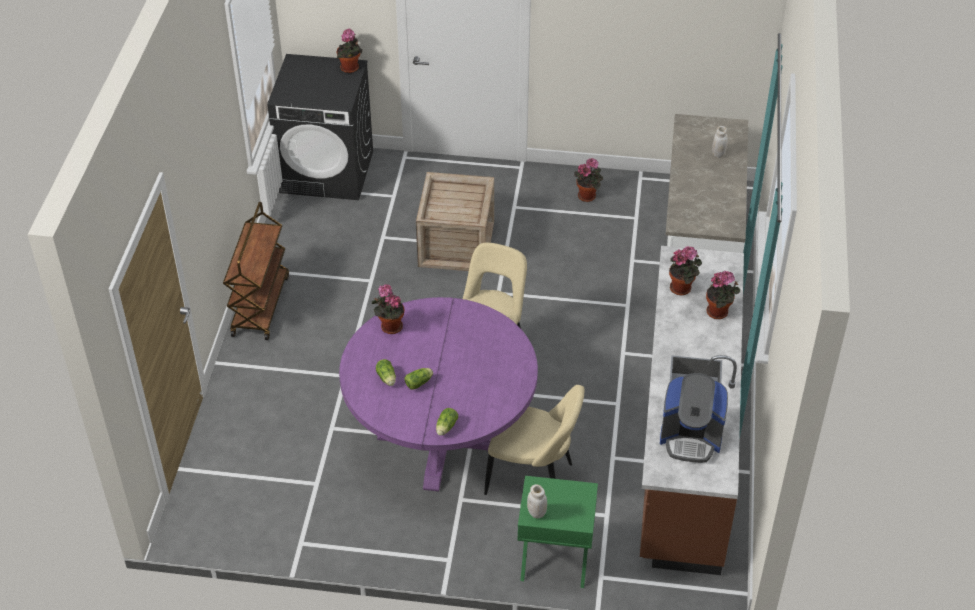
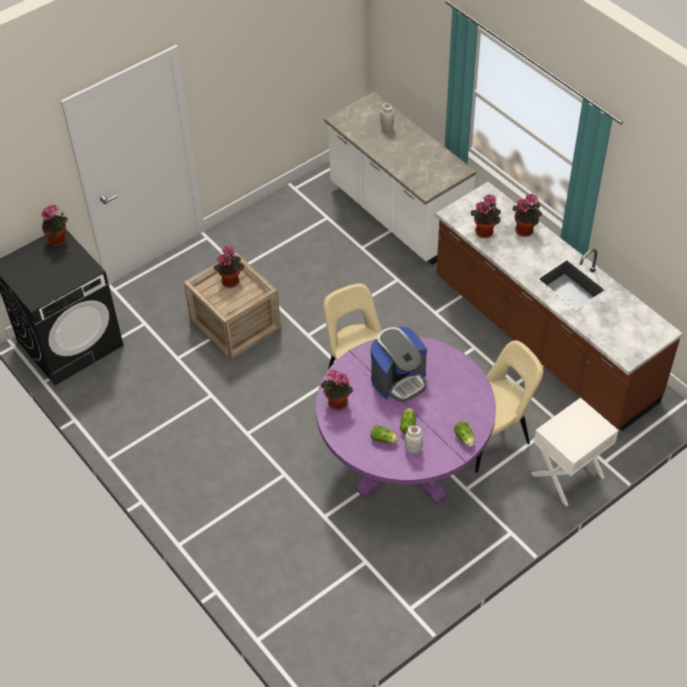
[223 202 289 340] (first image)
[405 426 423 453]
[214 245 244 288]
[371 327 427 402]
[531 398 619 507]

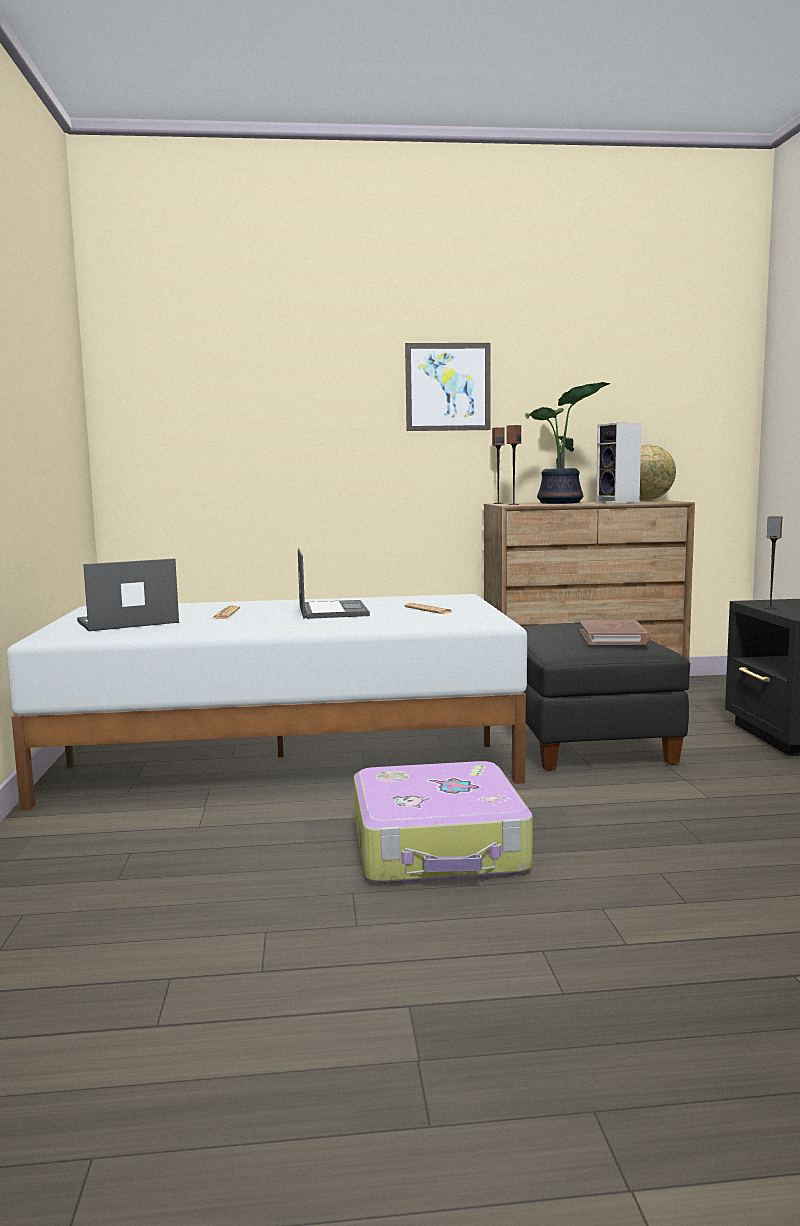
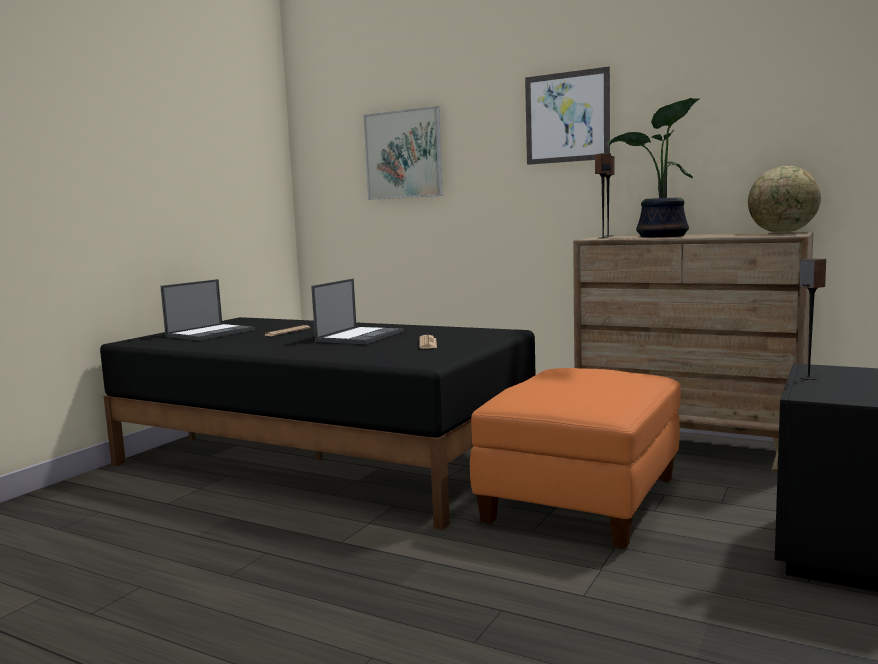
[354 761 533 884] (first image)
[579 620 651 645] (first image)
[596 423 642 503] (first image)
[363 106 443 200]
[100 317 535 530]
[470 368 681 548]
[160 279 255 341]

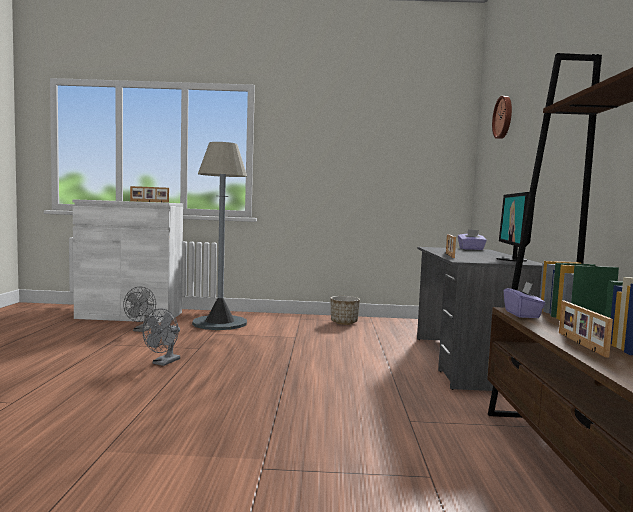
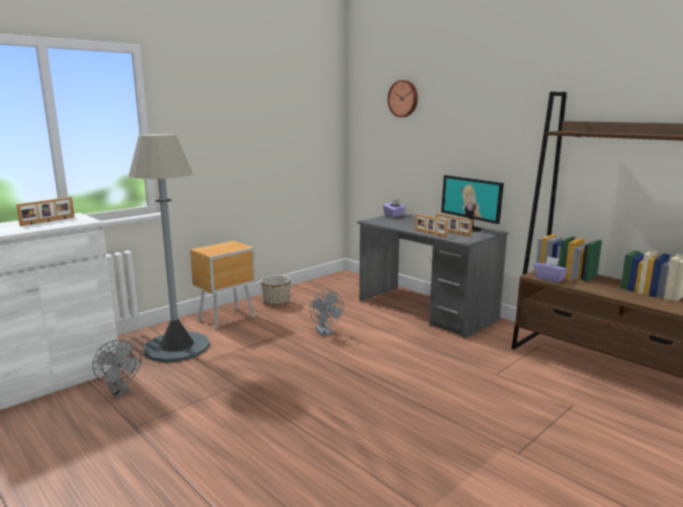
[190 241 256 330]
[310 290 343 336]
[436 214 473 237]

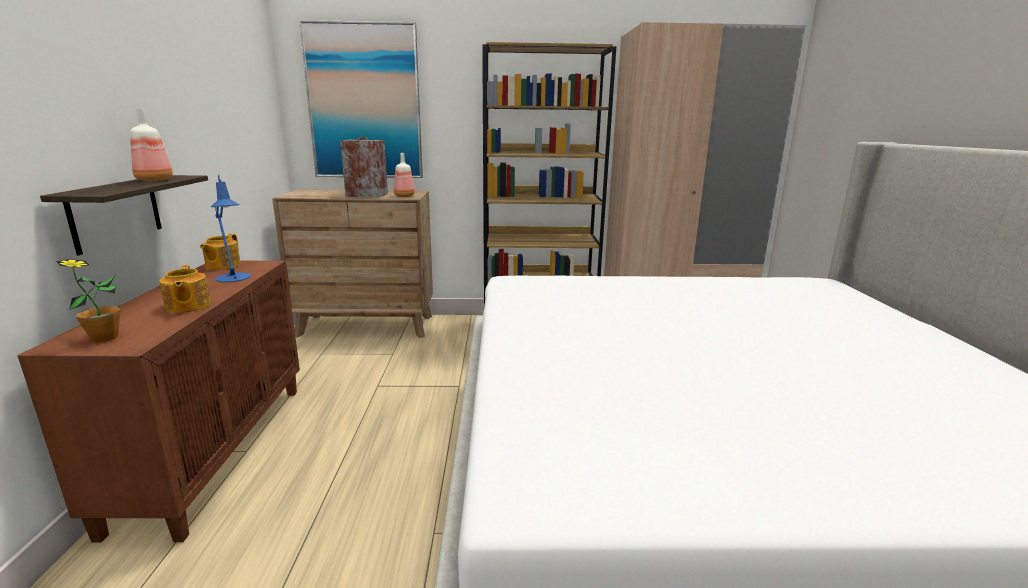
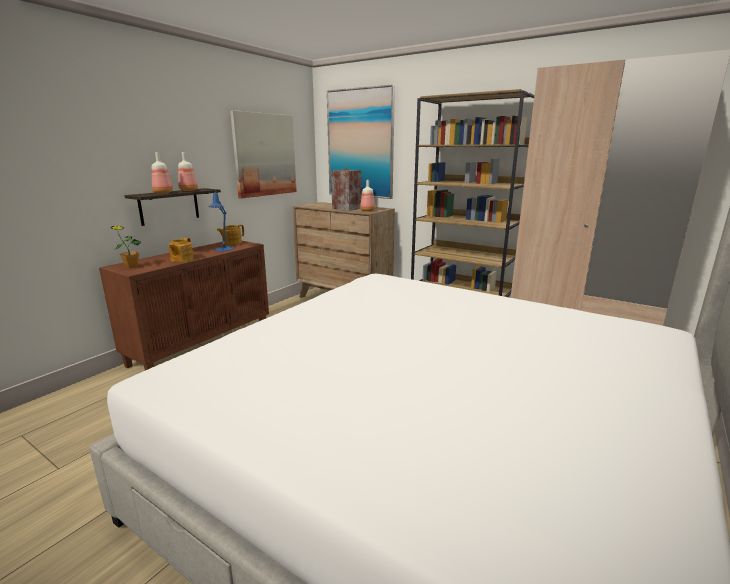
[152 152 173 193]
[230 110 297 199]

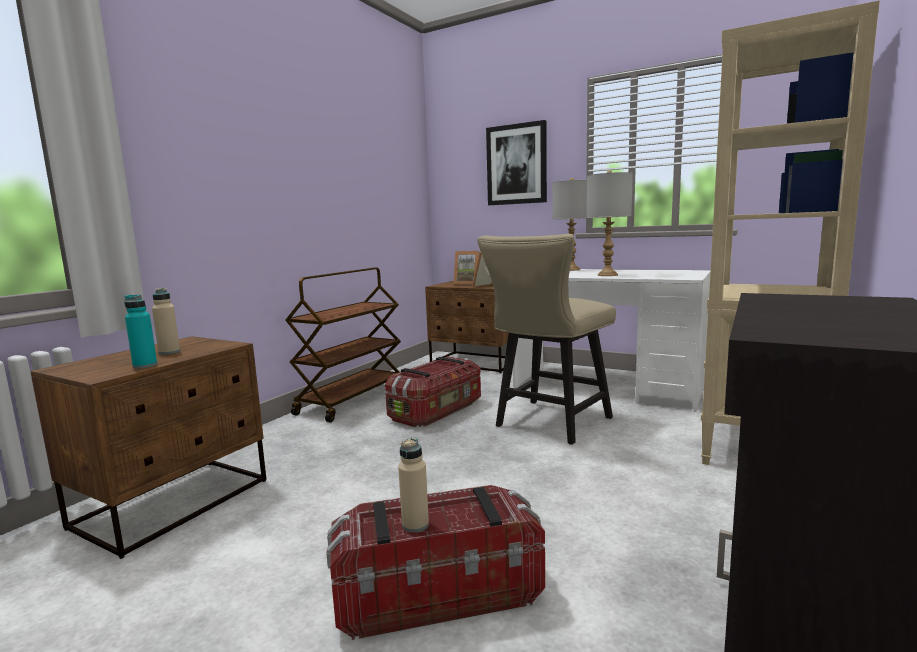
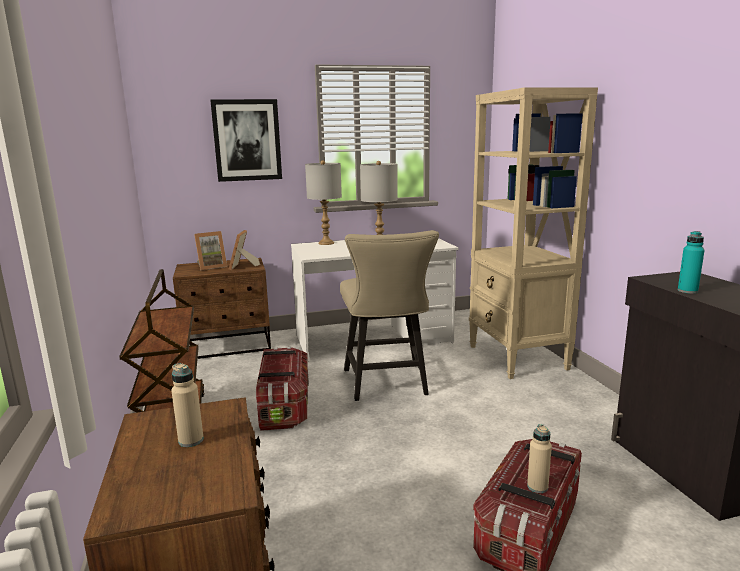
[678 231 705 294]

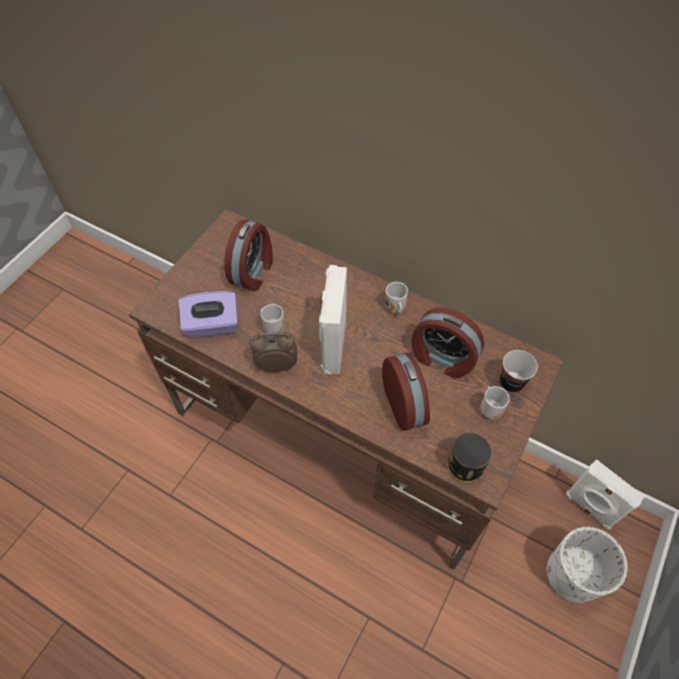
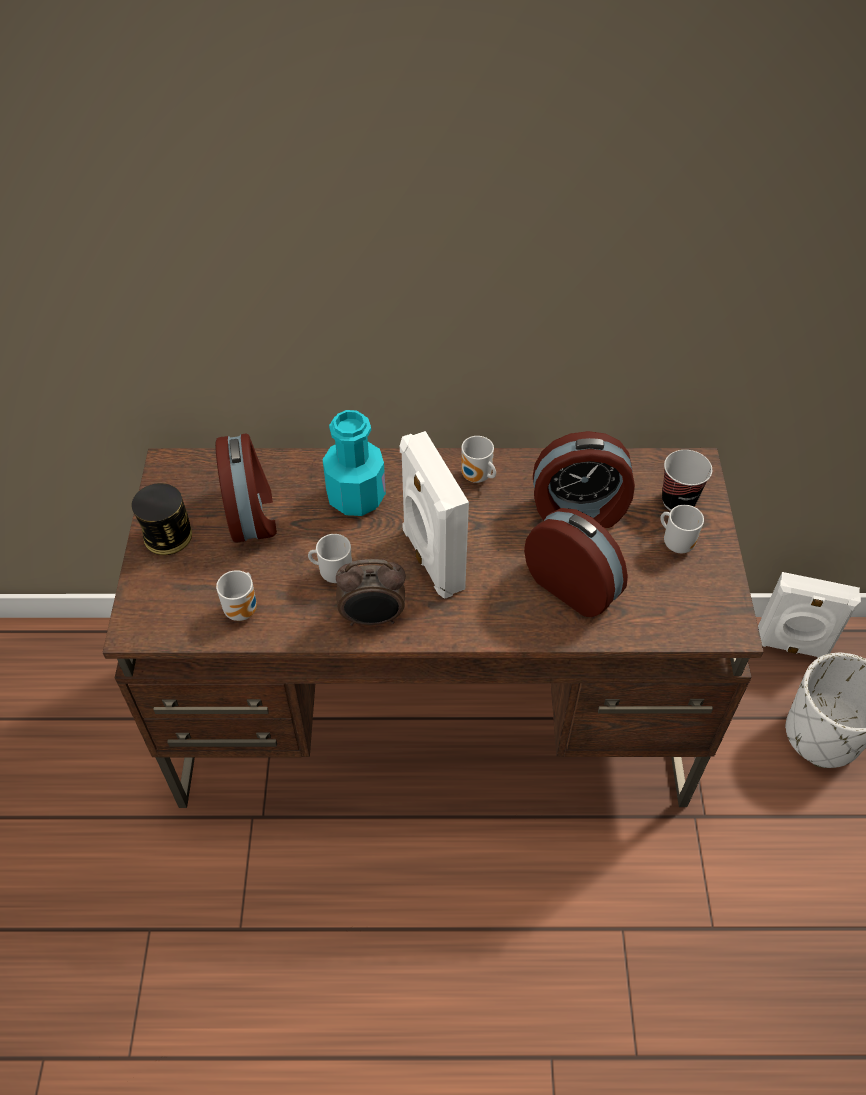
[322 410 386 516]
[132 483 192 555]
[216 570 257 621]
[336 559 406 626]

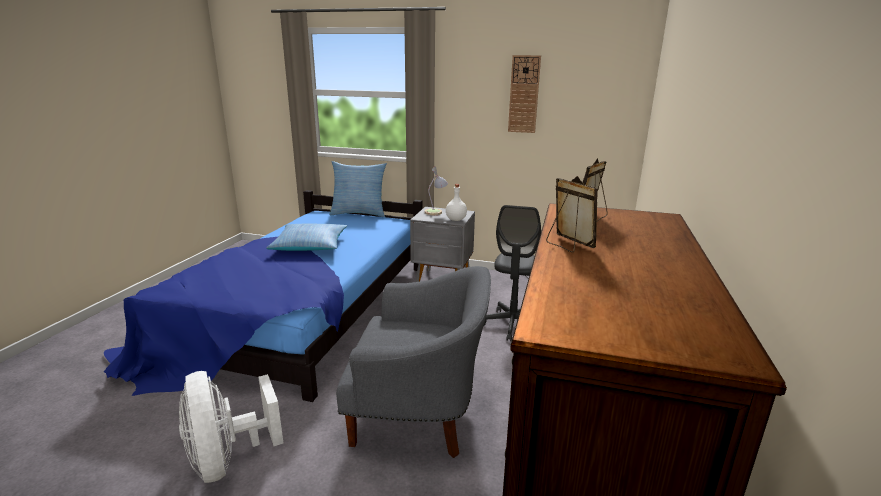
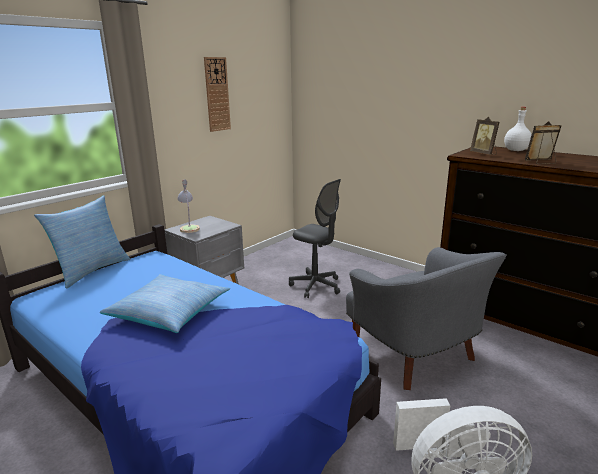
[504 107 532 151]
[346 247 507 390]

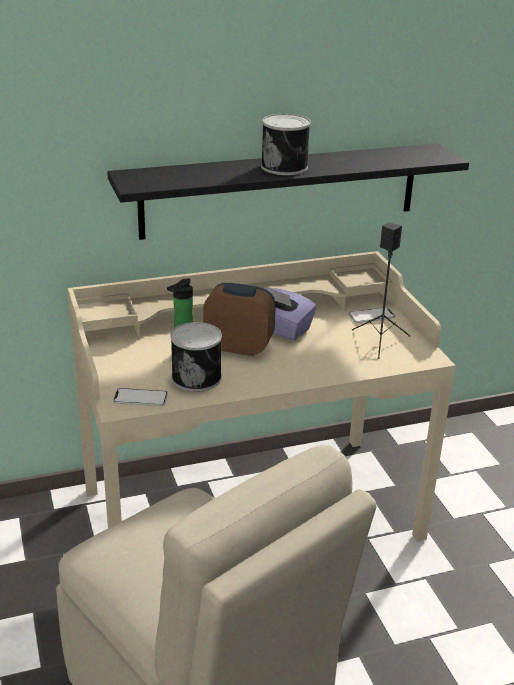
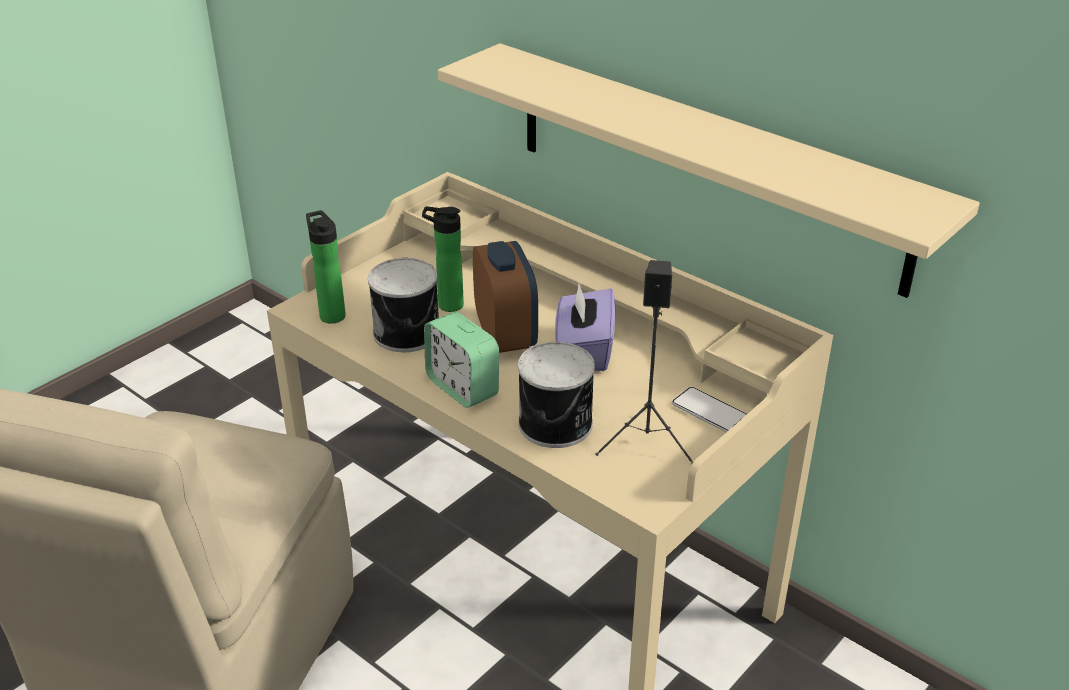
[424 312 499 408]
[518 342 595 448]
[306 210 346 324]
[438 43 980 298]

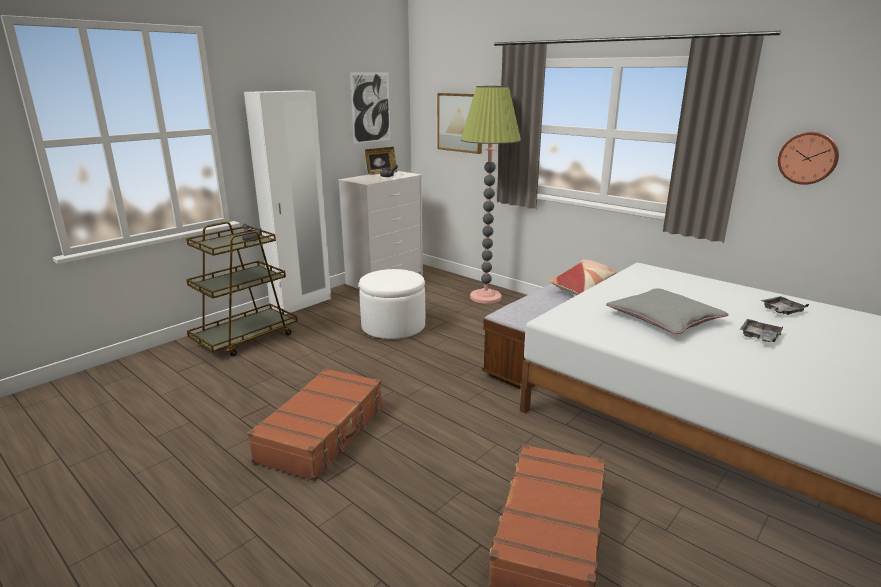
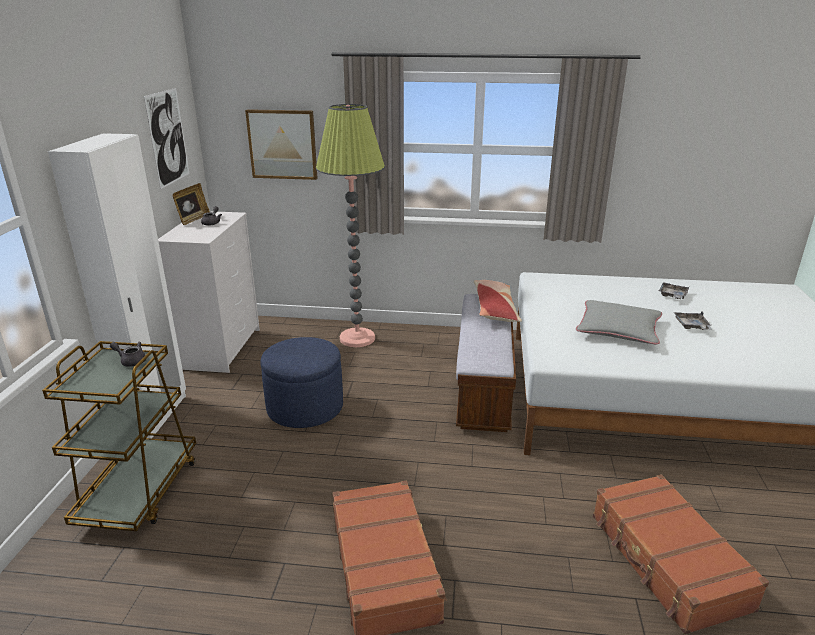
[778 132 839 185] (first image)
[260 337 343 428]

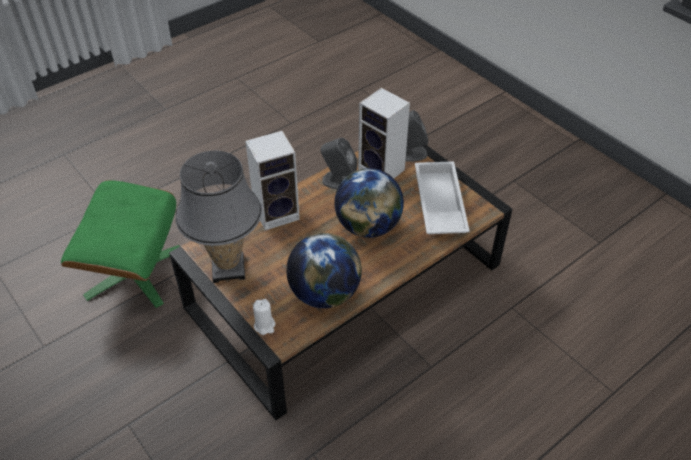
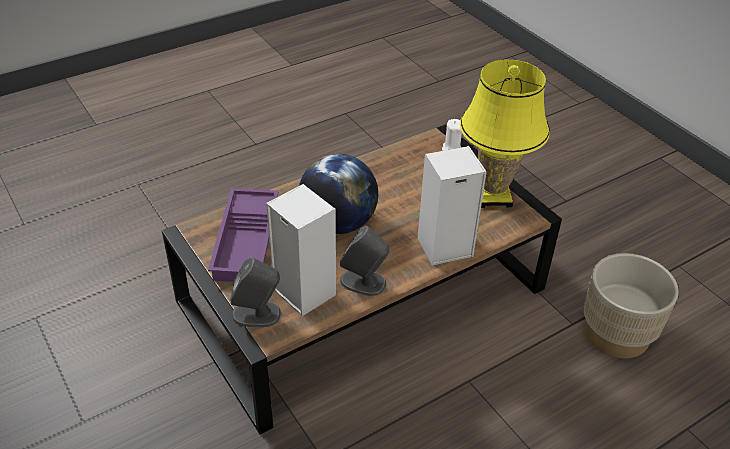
[286 233 362 308] (first image)
[584 253 679 359]
[460 59 550 208]
[208 188 279 282]

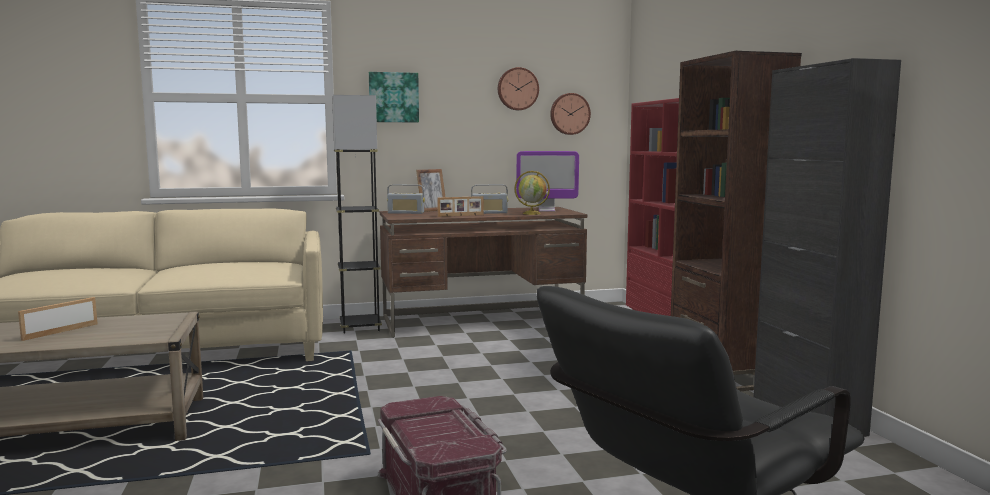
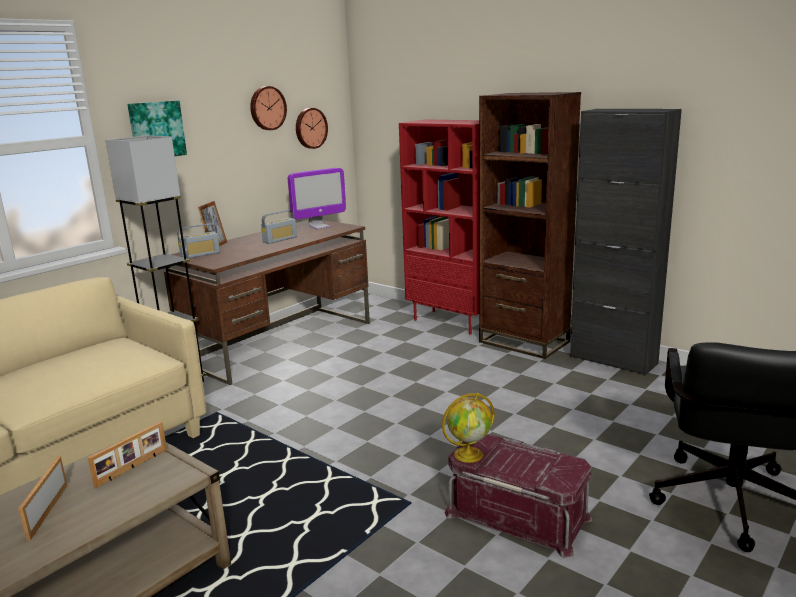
[87 422 167 488]
[442 393 495 463]

